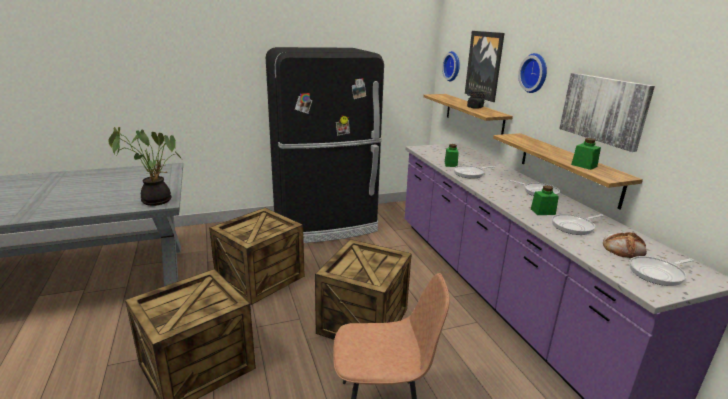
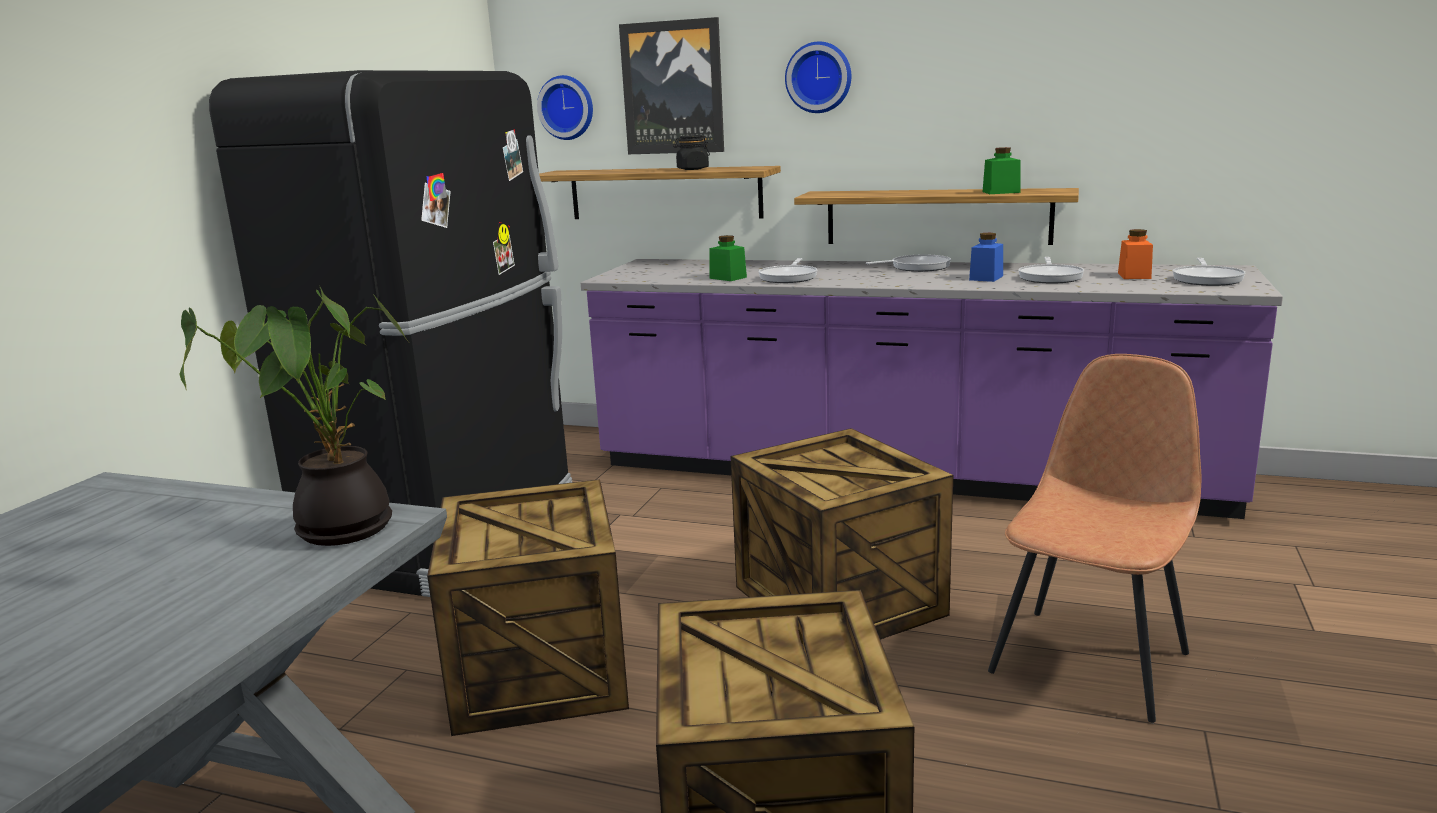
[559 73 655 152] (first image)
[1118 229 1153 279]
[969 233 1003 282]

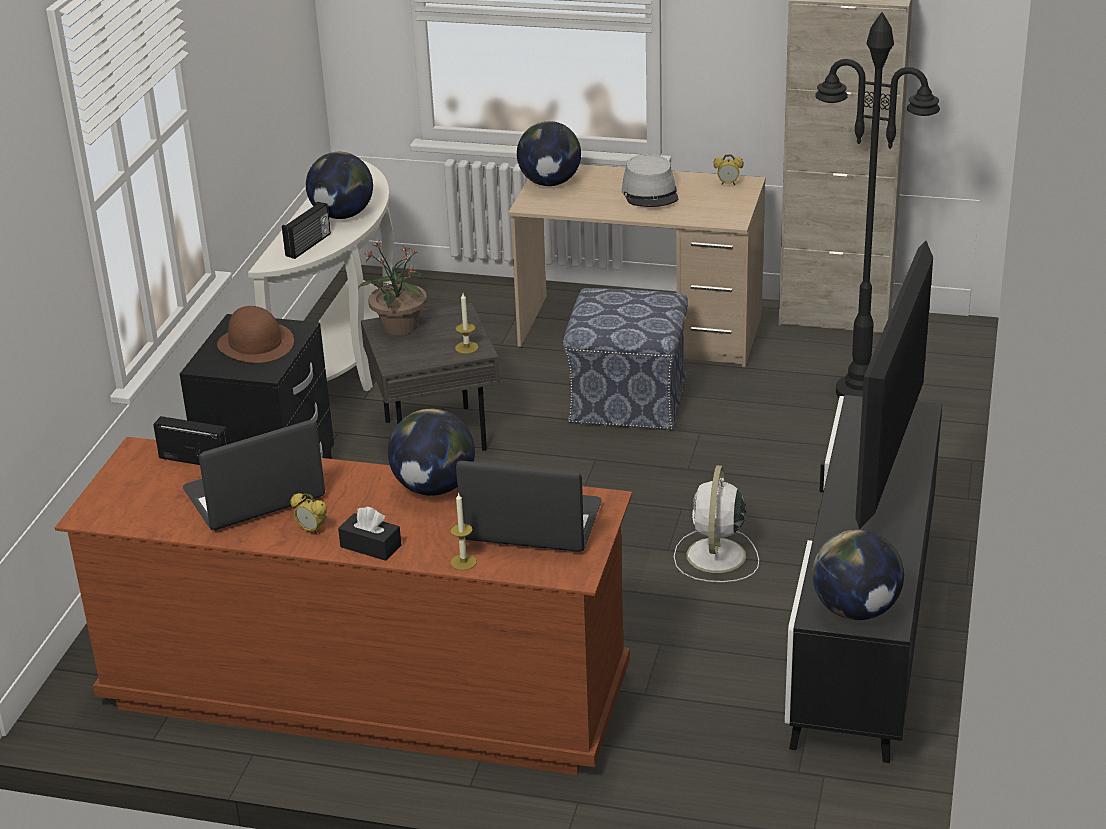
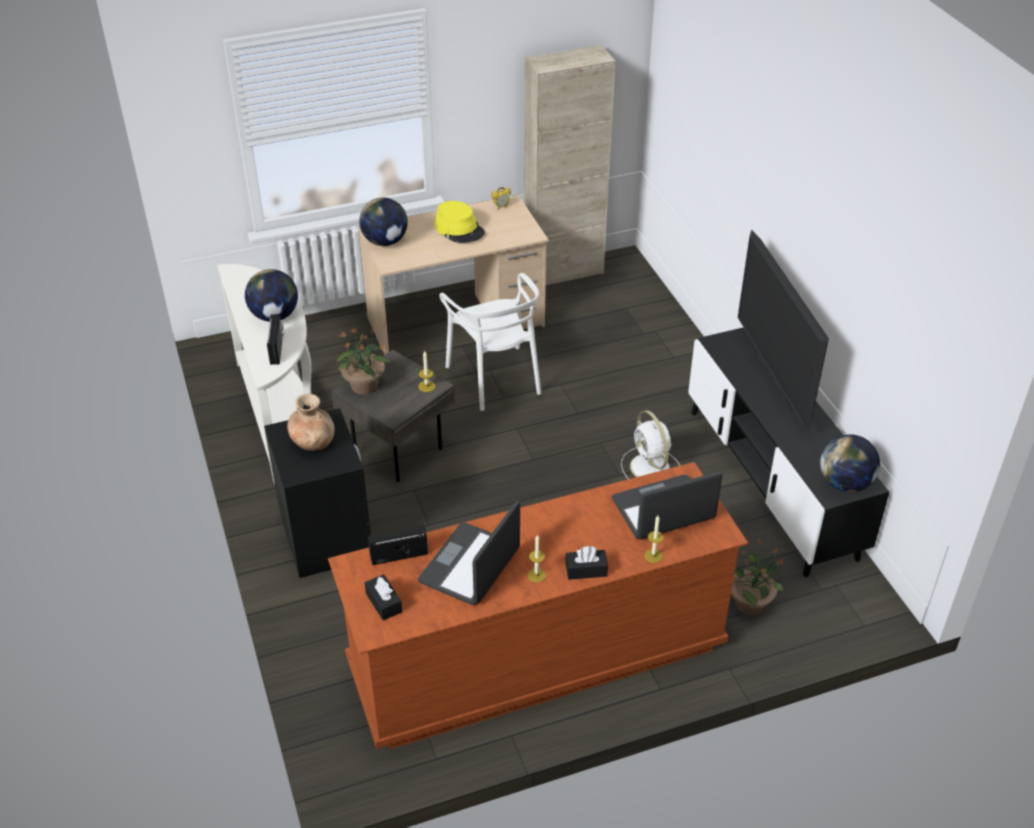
[388 409 475 496] (first image)
[815 12 940 397] (first image)
[365 574 402 620]
[731 539 784 616]
[287 394 334 451]
[527 534 546 583]
[439 273 541 411]
[435 201 485 243]

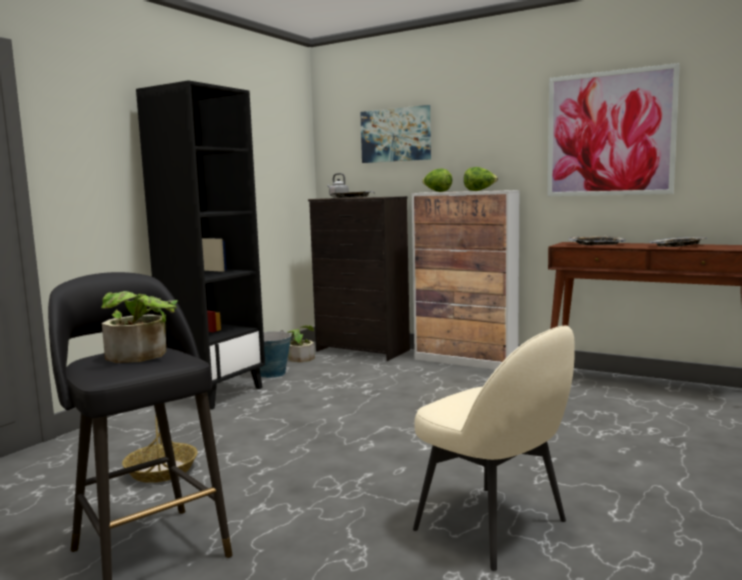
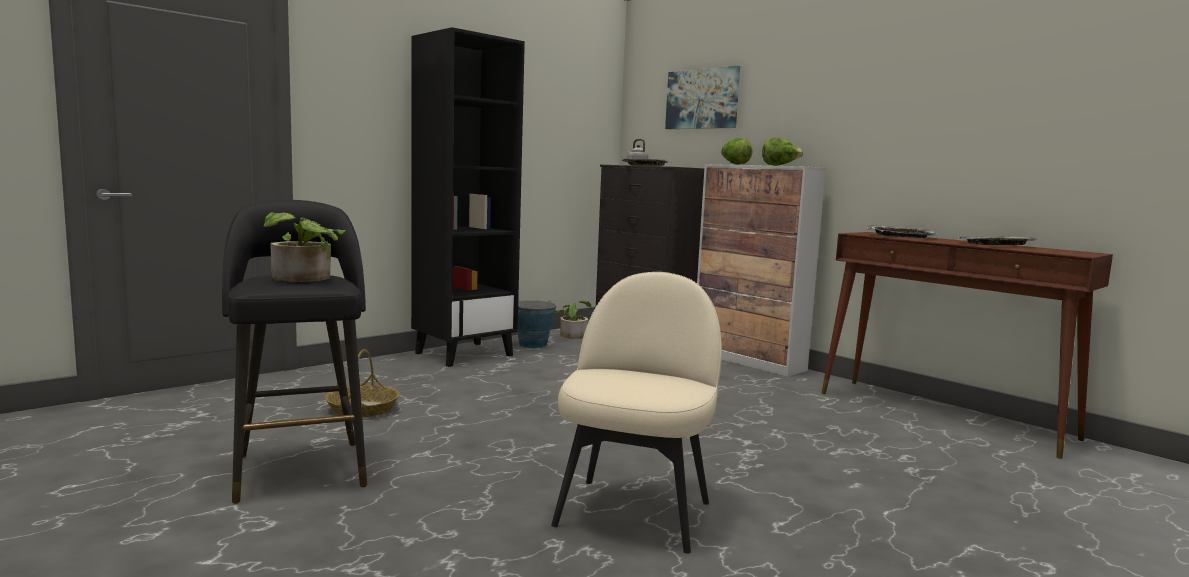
[548 63 680 196] (first image)
[551 272 722 553]

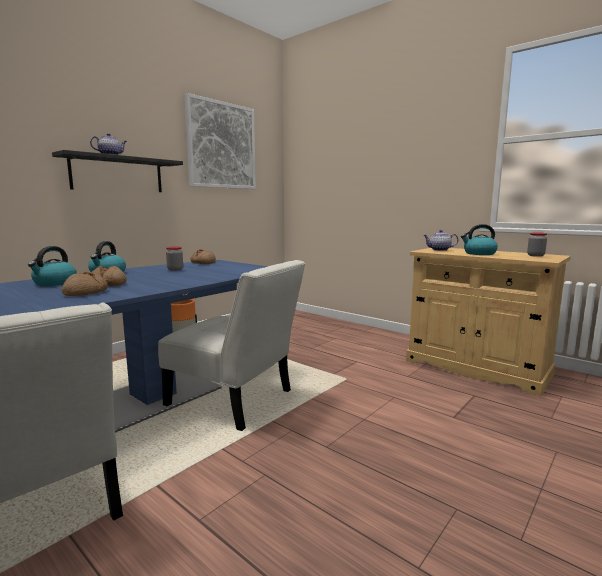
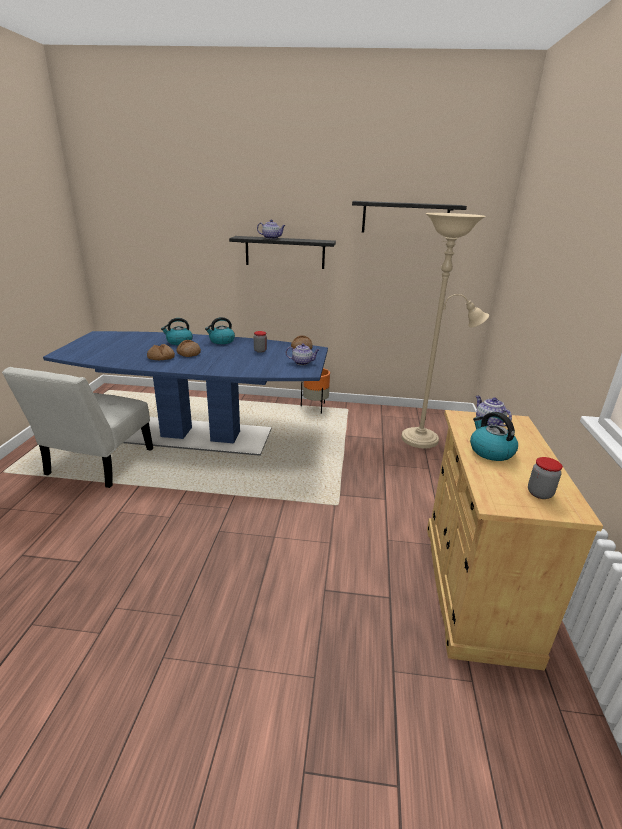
[158 260 305 431] (first image)
[286 344 320 365]
[402 213 489 448]
[352 201 467 232]

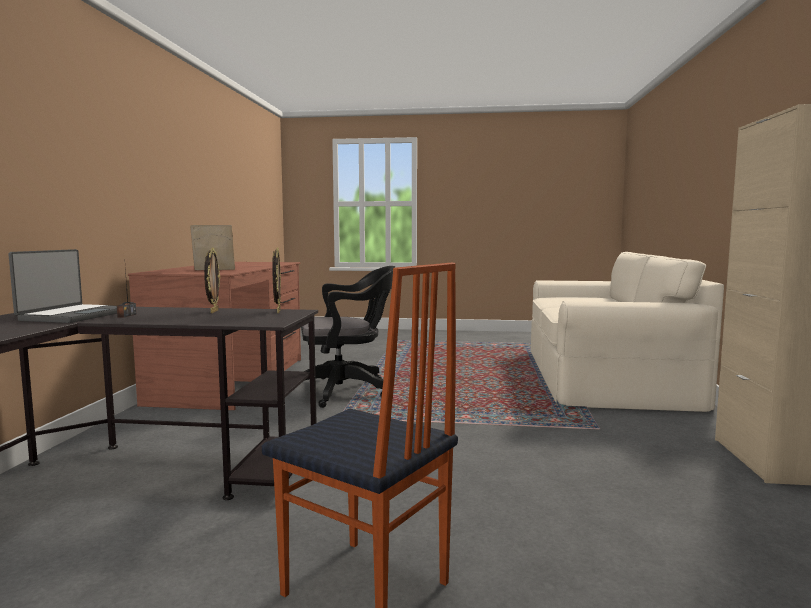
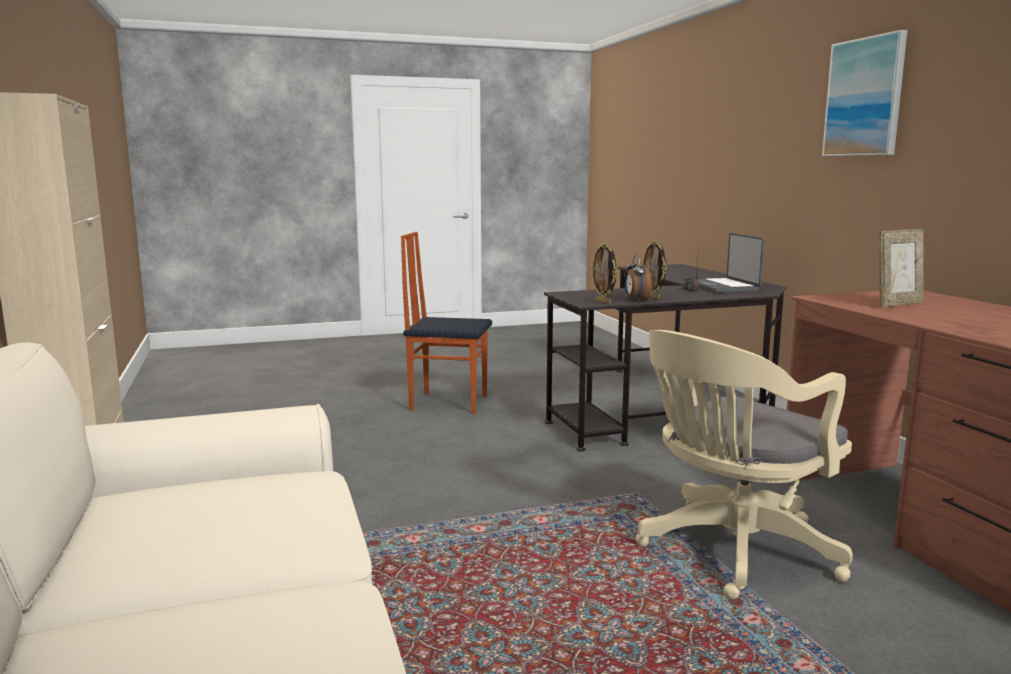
[624 255 652 302]
[822 30 907 156]
[635 330 853 599]

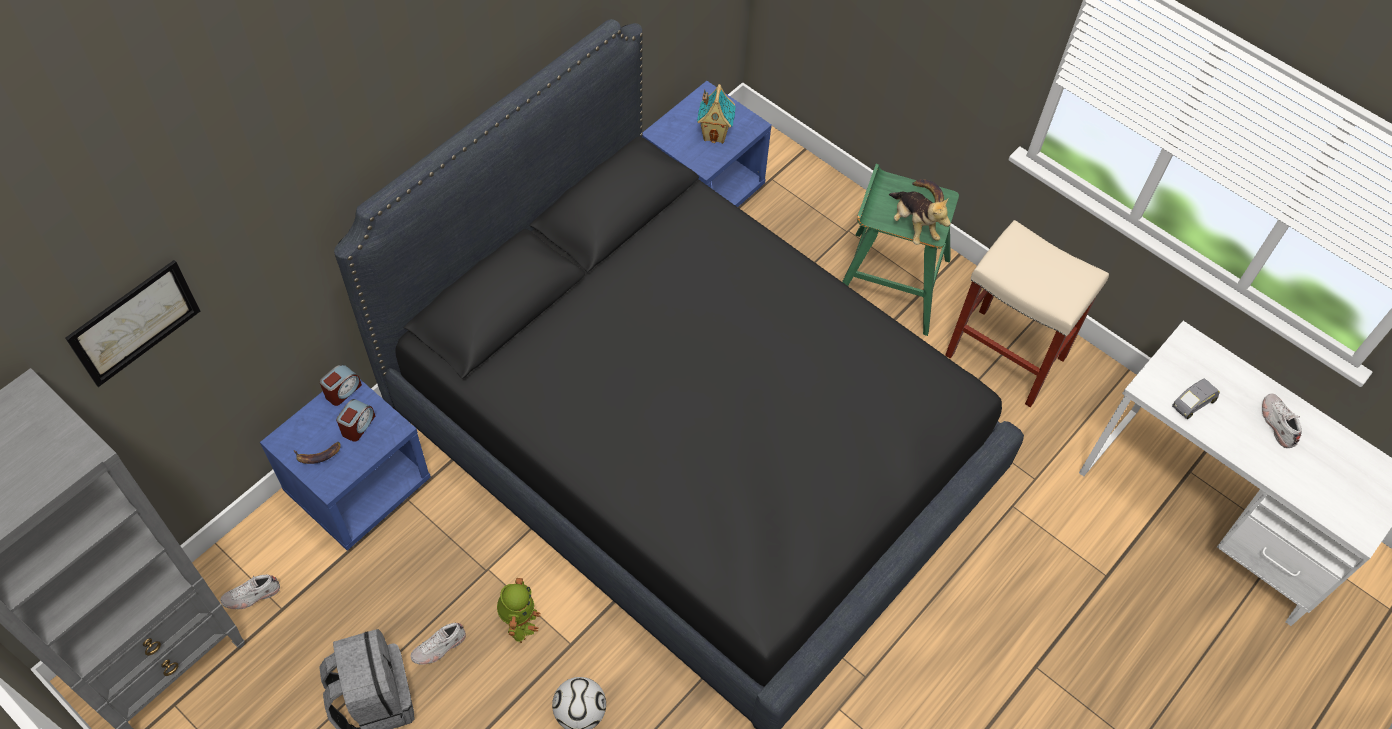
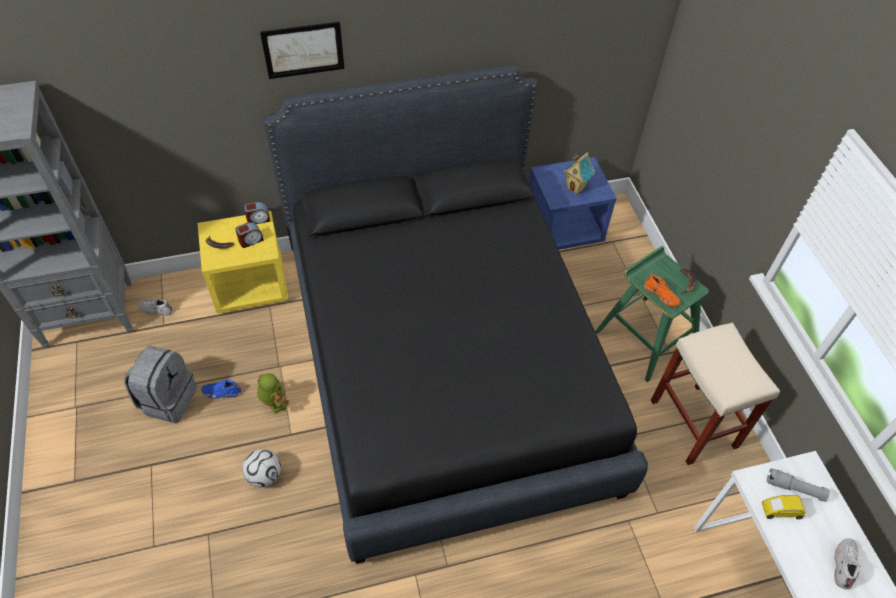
[767 468 830 502]
[260 22 344 79]
[644 274 680 307]
[197 211 289 313]
[201 379 241 399]
[762 495 806 519]
[257 374 289 414]

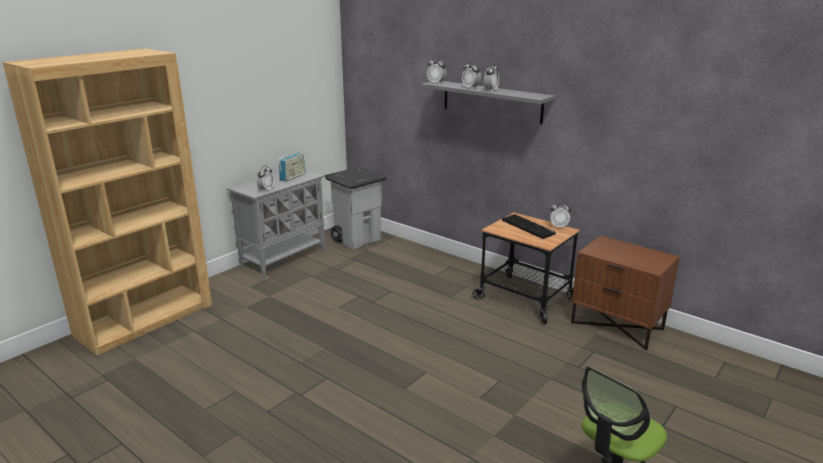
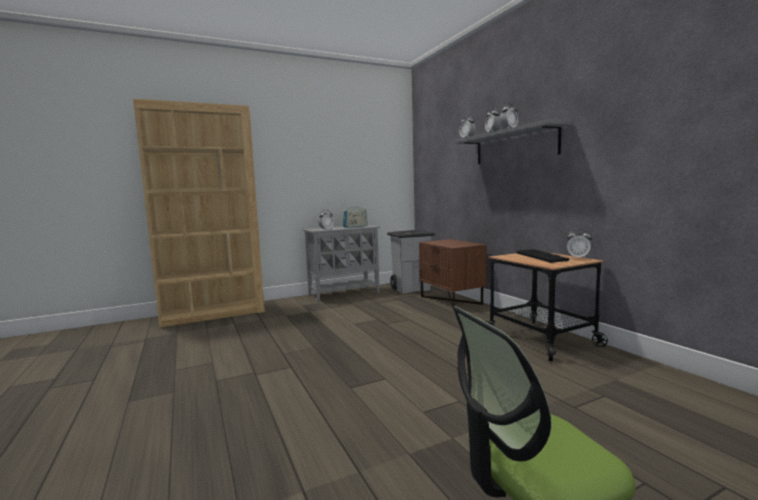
[419 239 486 308]

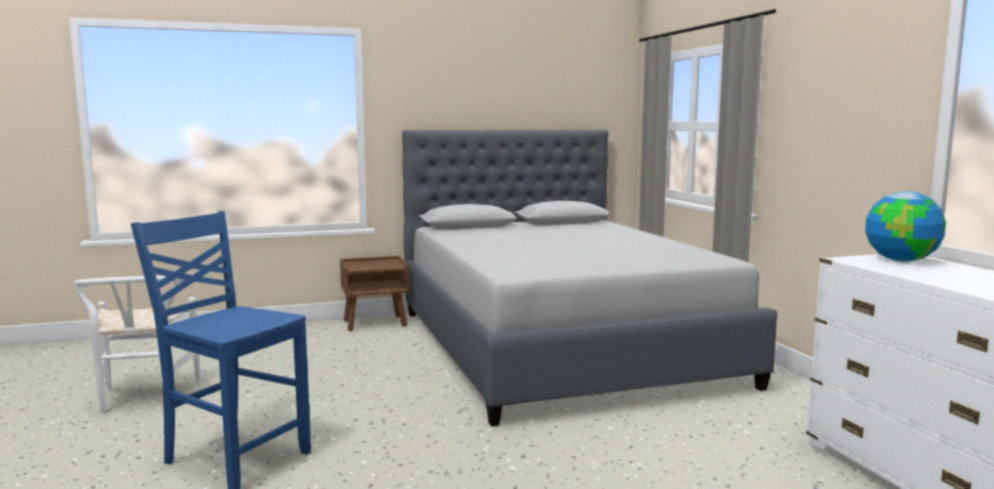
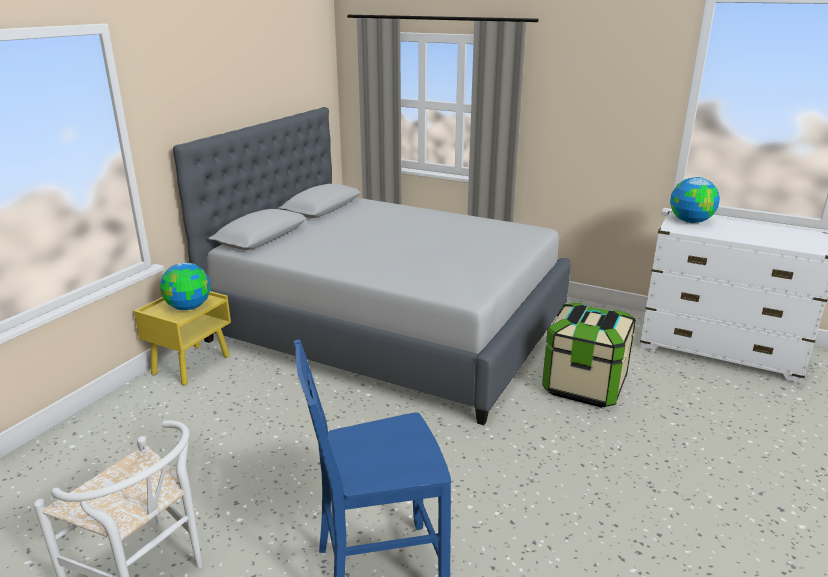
[160 263 211 310]
[542 303 636 408]
[134 291 231 385]

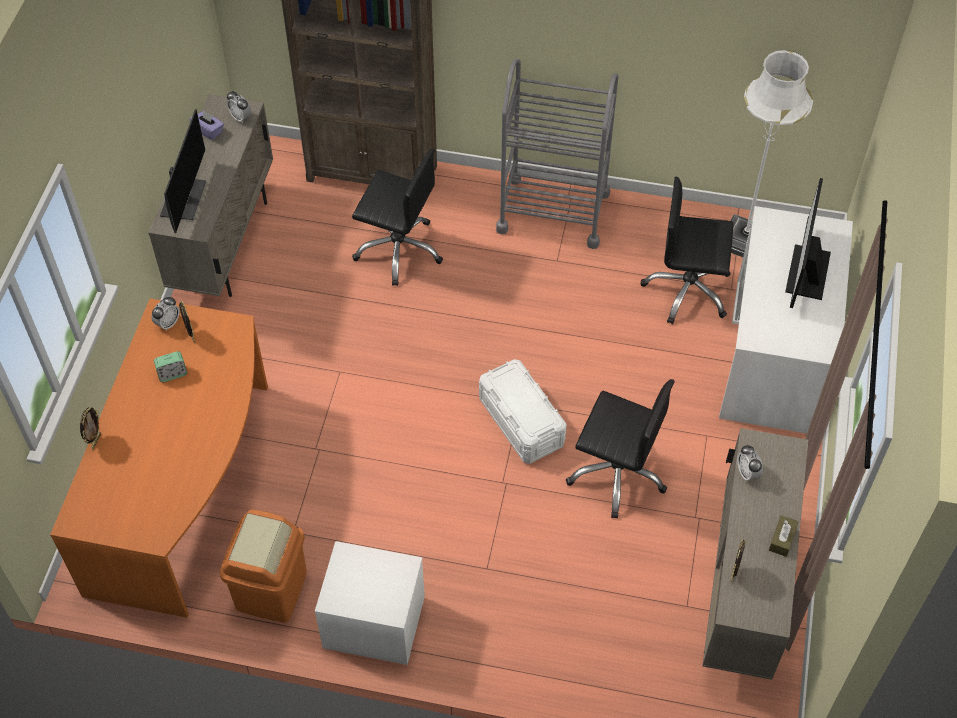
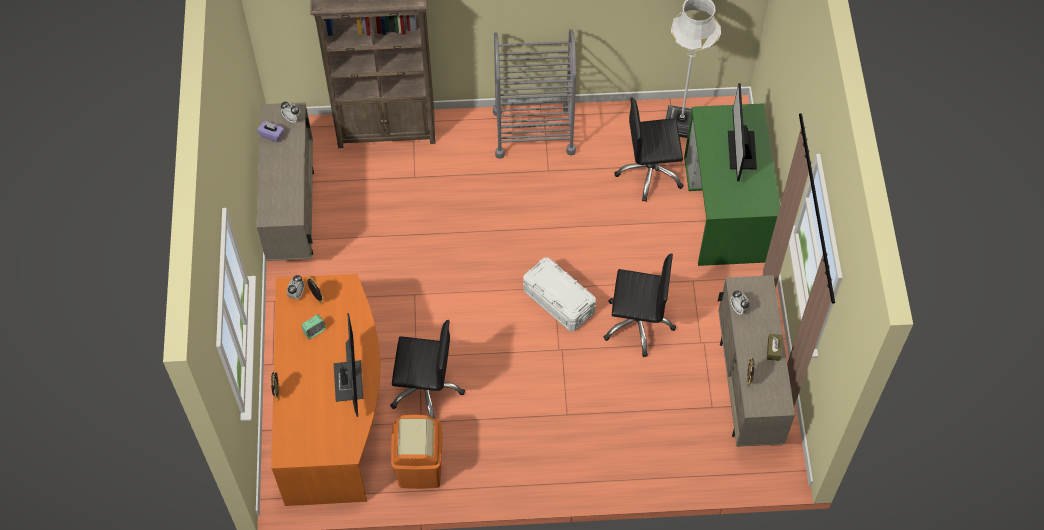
[315 541 425 665] (first image)
[334 313 363 417]
[390 320 465 419]
[684 103 780 266]

